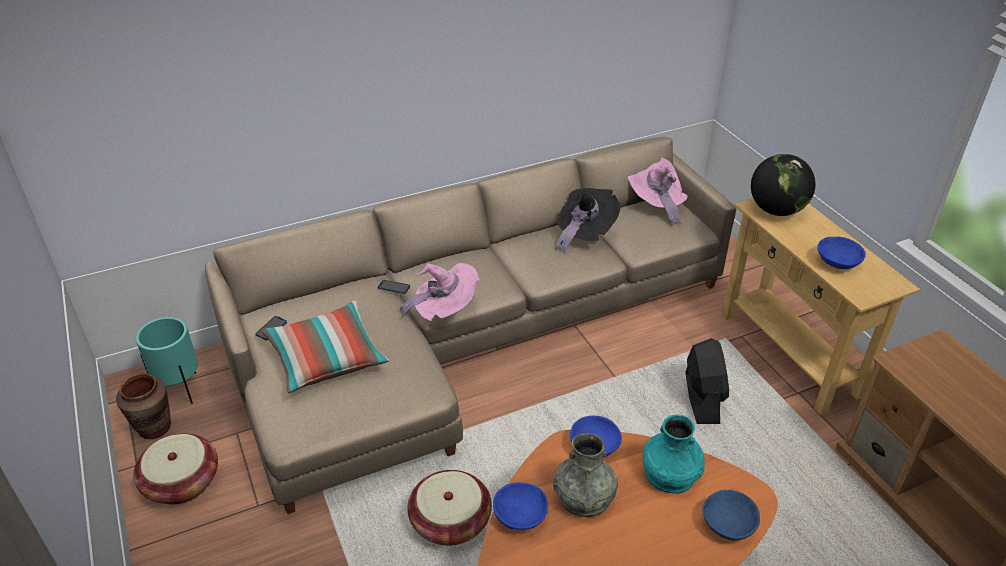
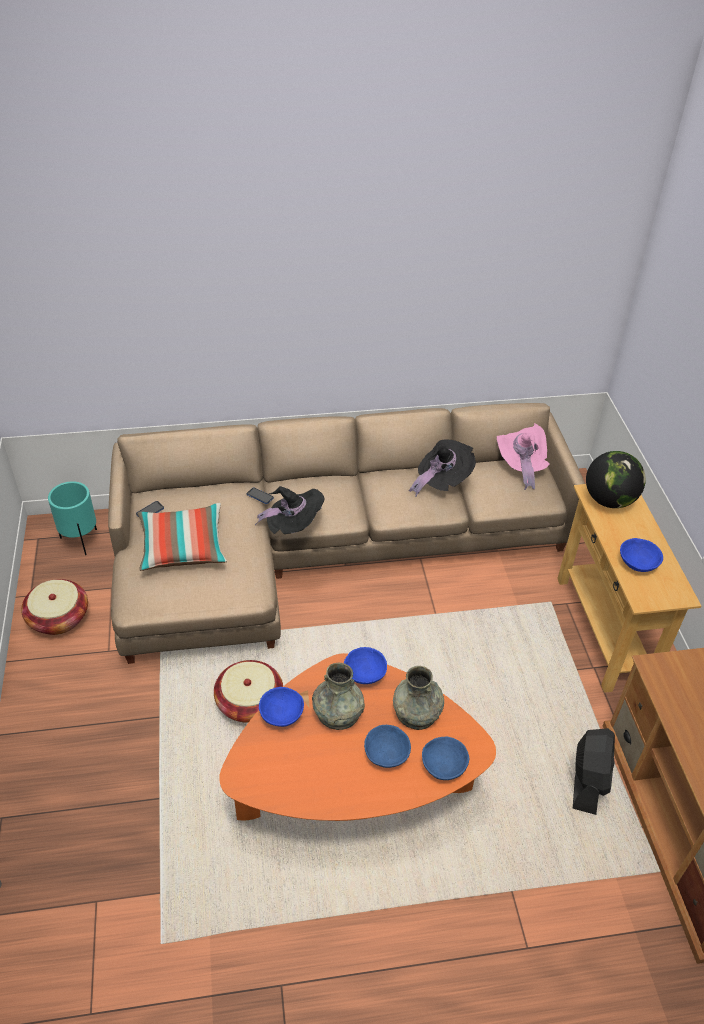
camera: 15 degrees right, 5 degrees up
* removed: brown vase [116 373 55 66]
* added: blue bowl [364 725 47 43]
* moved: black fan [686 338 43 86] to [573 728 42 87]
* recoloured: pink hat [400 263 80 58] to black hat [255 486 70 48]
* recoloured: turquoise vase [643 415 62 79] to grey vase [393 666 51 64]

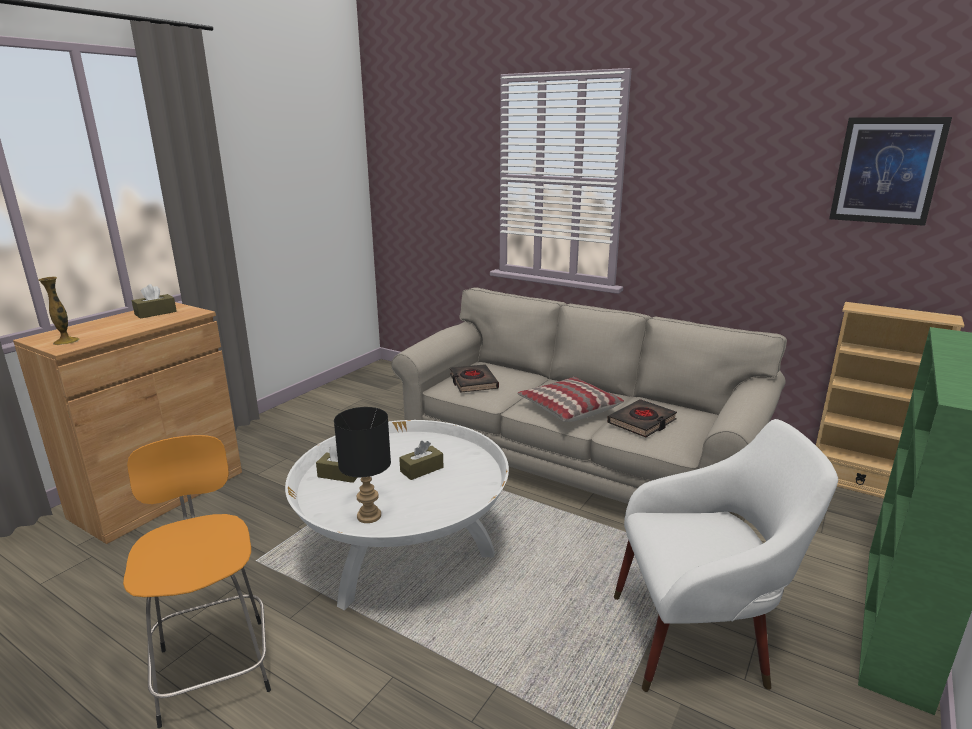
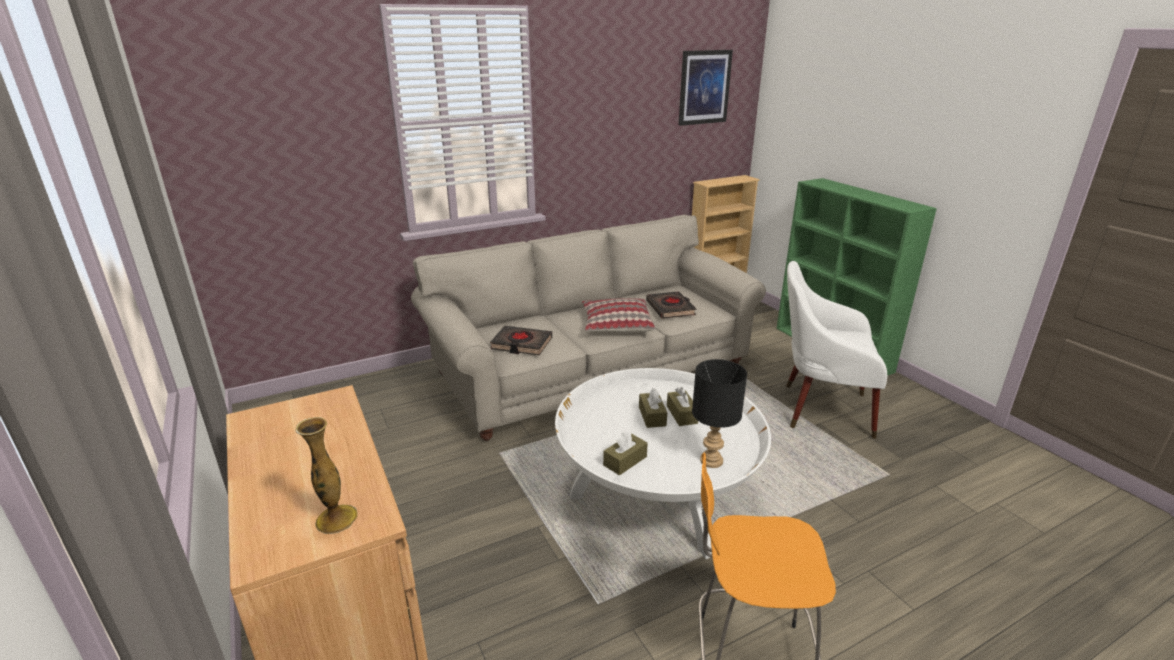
camera: 60 degrees left, 5 degrees up
* moved: brown tissue box [132 284 45 35] to [667 387 31 39]
* turned: white armchair [614 419 224 273] = [786 261 101 178] 105 degrees counterclockwise

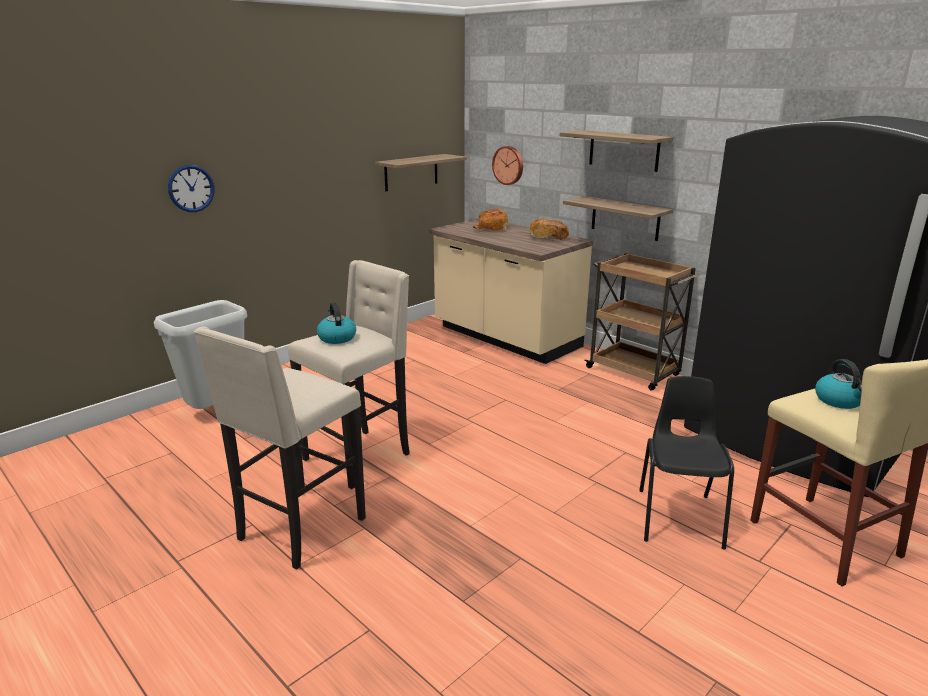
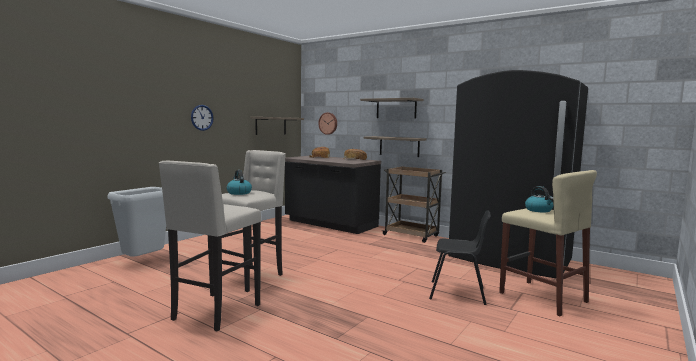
camera: 10 degrees left, 15 degrees down
* moved: wall clock [168 165 46 47] to [191 105 23 26]
* recoloured: beige counter [429 219 164 145] to black counter [285 155 96 79]
* turned: black chair [639 376 95 174] = [429 210 62 95] 105 degrees clockwise

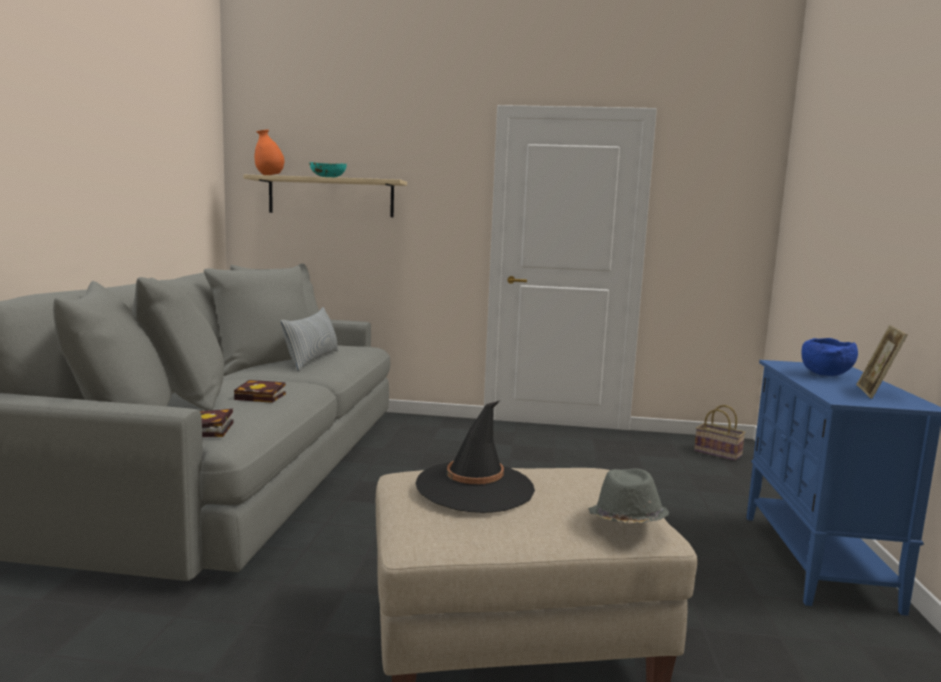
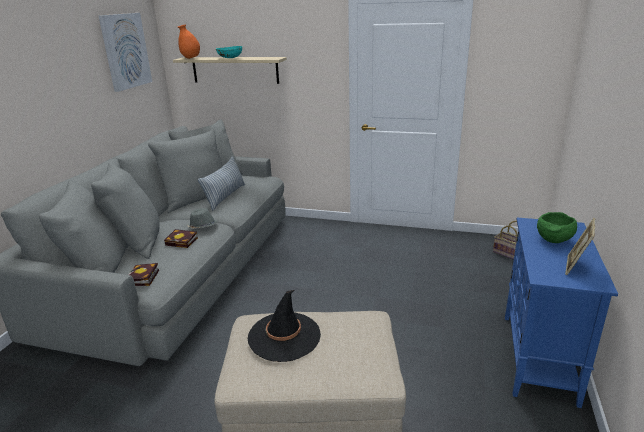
camera: 10 degrees right, 15 degrees up
* added: picture [99 13 53 79]
* moved: grey hat [588 469 81 55] to [187 208 31 21]
* recoloured: blue bowl [801 338 57 38] to green bowl [537 212 40 31]

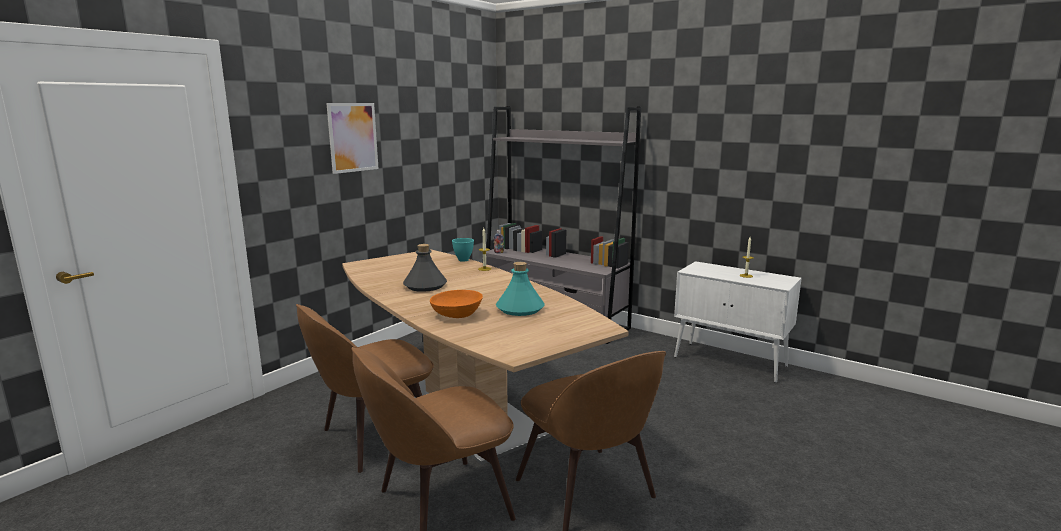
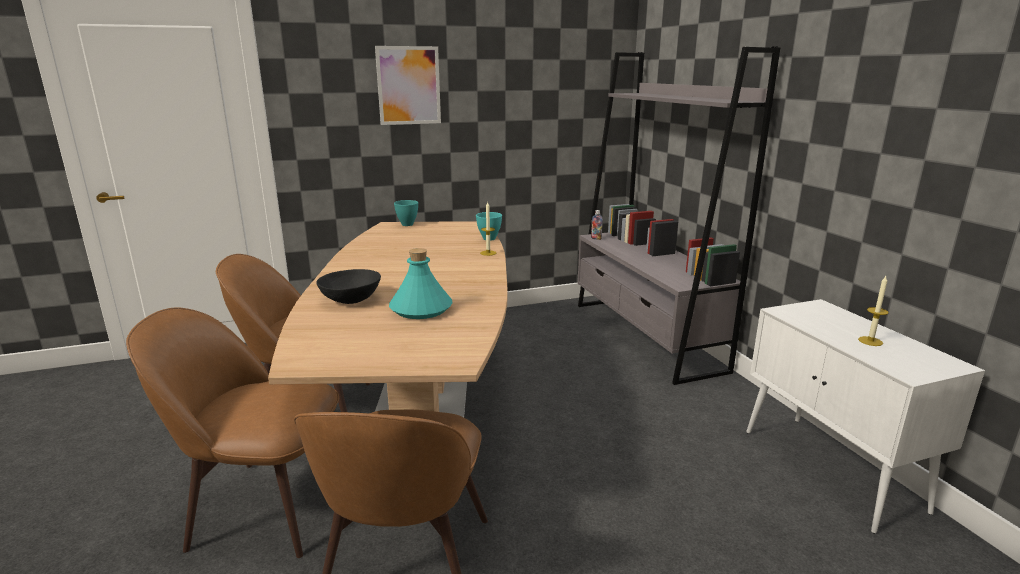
camera: 35 degrees right, 5 degrees up
* removed: grey bottle [403 244 44 48]
* added: turquoise bowl [394 200 24 26]
* recoloured: orange bowl [430 290 53 28] to black bowl [316 269 65 35]

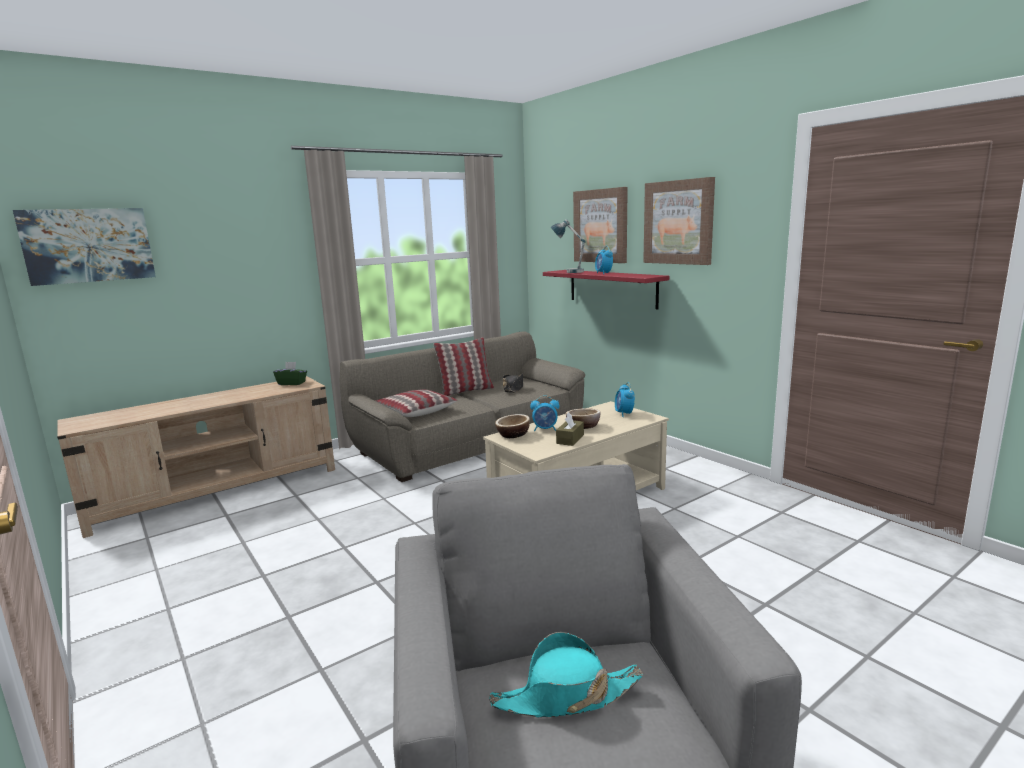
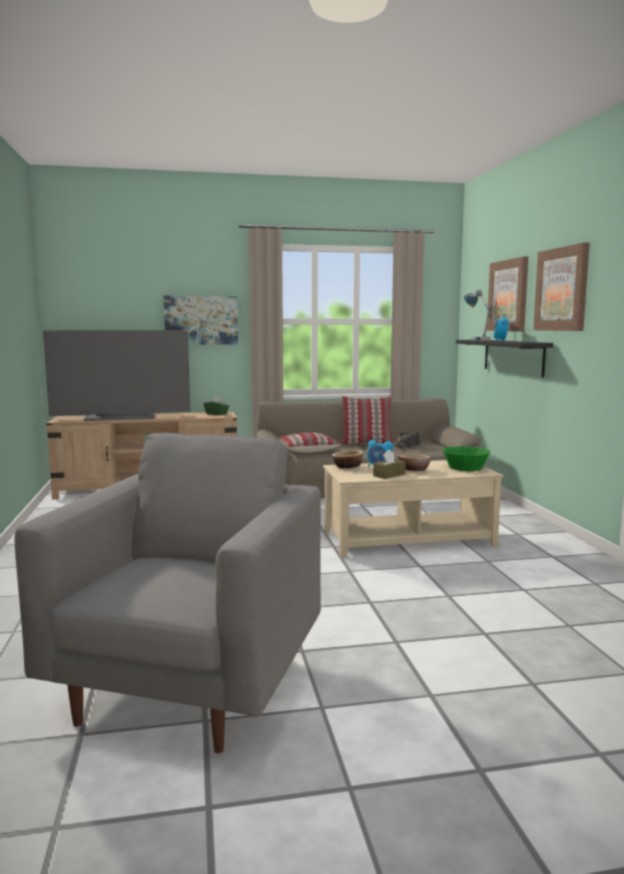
camera: 25 degrees right, 5 degrees down
* removed: turquoise hat [489 632 154 86]
* added: television [43 330 147 91]
* moved: picture [13 208 143 78] to [163 295 75 50]
* replaced: alarm clock [615 382 20 35] to green bowl [442 446 49 25]
* recoloured: red shelf [543 270 126 40] to black shelf [456 340 97 38]

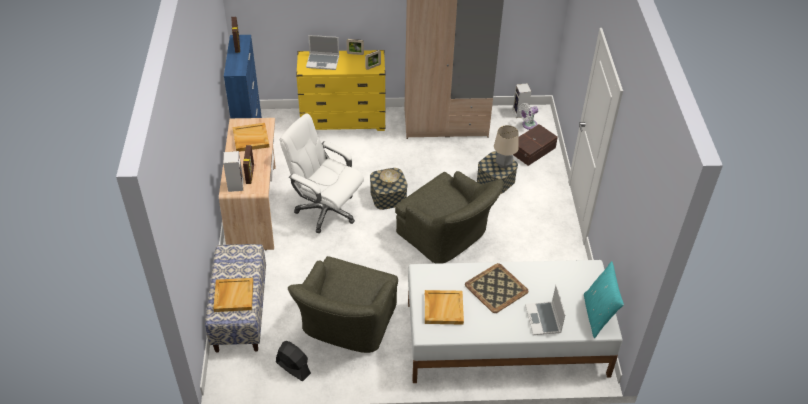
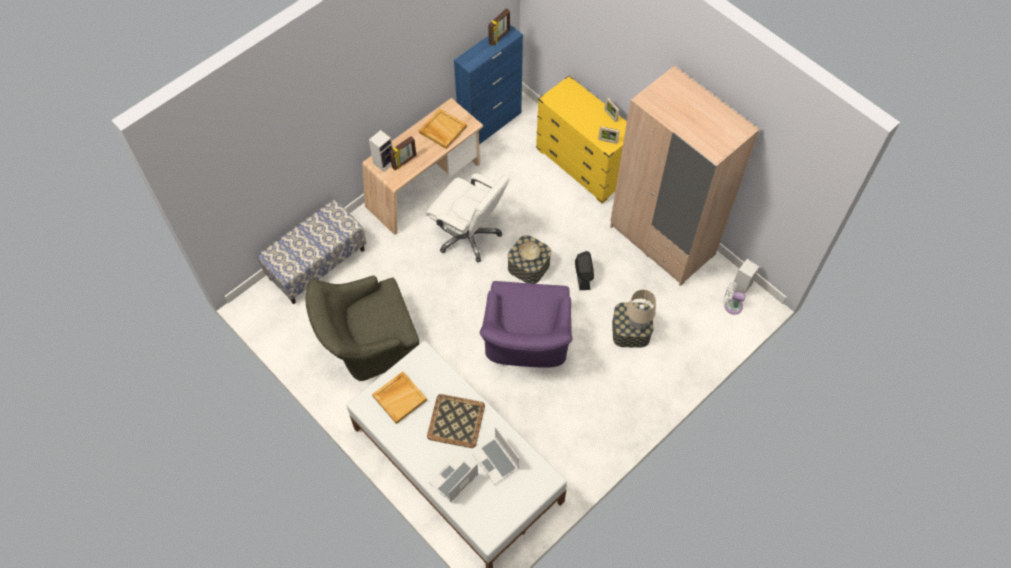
camera: 50 degrees right, 15 degrees up
* removed: beige tray [213 278 40 34]
* removed: brown storage box [513 124 45 42]
* removed: turquoise pillow [584 261 40 77]
* moved: black fan [276 341 35 40] to [575 251 19 39]
* moved: laptop [306 35 33 35] to [472 427 47 58]
* recoloured: green armchair [395 171 109 93] to purple armchair [479 281 93 86]
* turned: white office chair [280 113 84 120] = [426 173 84 90] 135 degrees clockwise

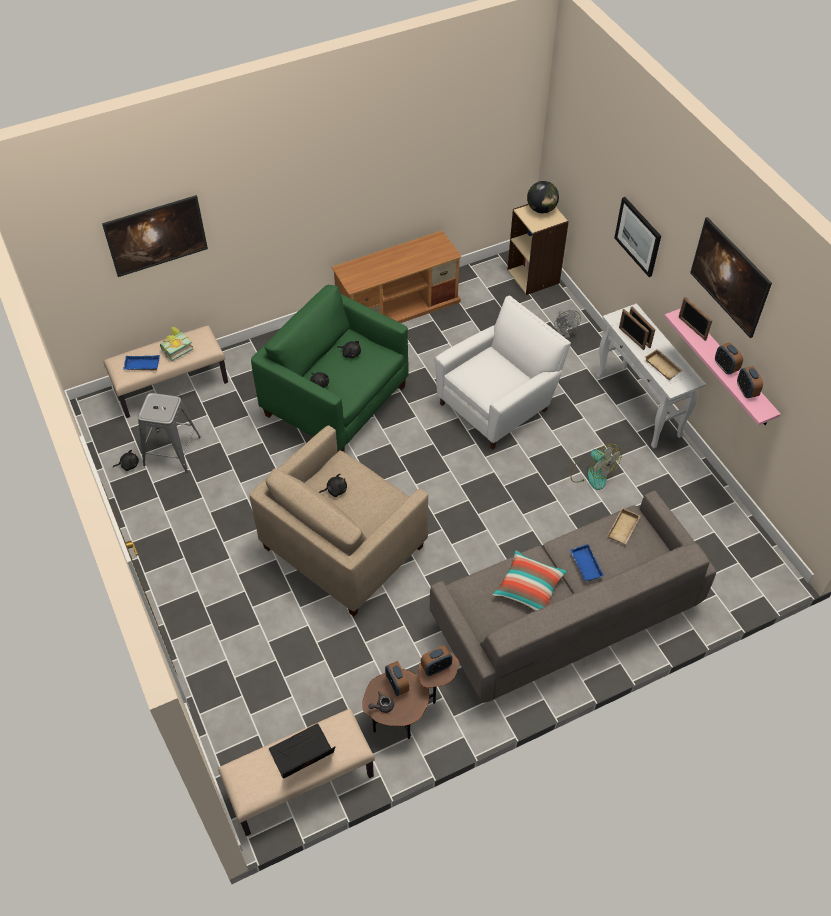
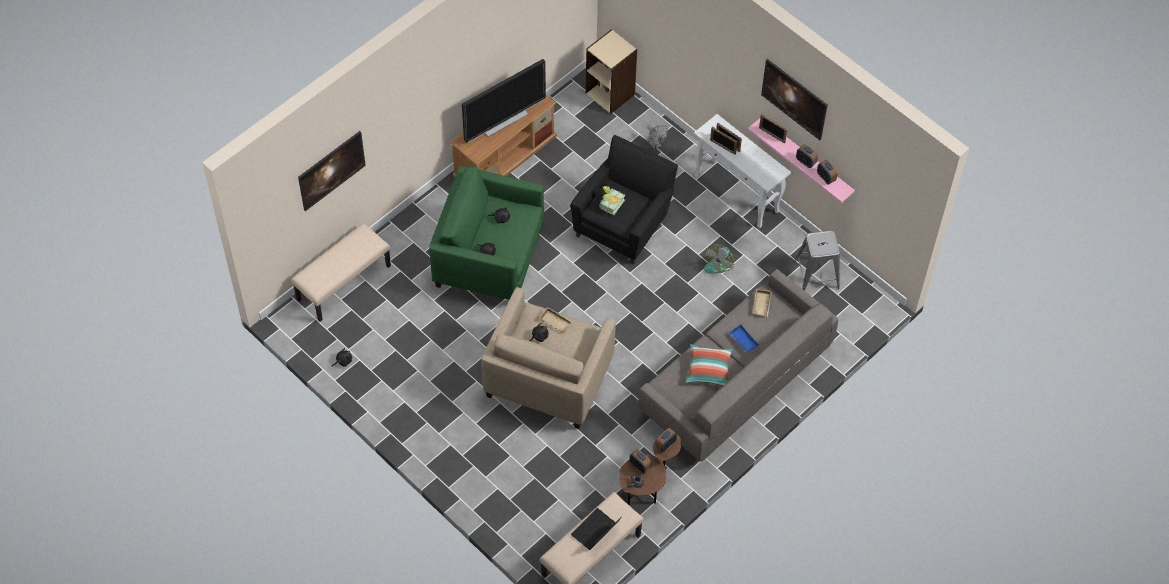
camera: 20 degrees left, 5 degrees up
* removed: blue tray [123 355 37 15]
* removed: globe [527 181 32 32]
* removed: picture [614 197 47 80]
* added: television [462 59 84 84]
* moved: grey stool [138 393 63 79] to [794 230 46 61]
* moved: book [160 327 33 34] to [599 186 26 29]
* moved: beige tray [645 349 38 31] to [539 307 34 26]
* recoloured: white armchair [434 296 137 154] to black armchair [570 135 108 130]
* turned: fan [570 444 52 46] = [704 244 30 29] 90 degrees clockwise

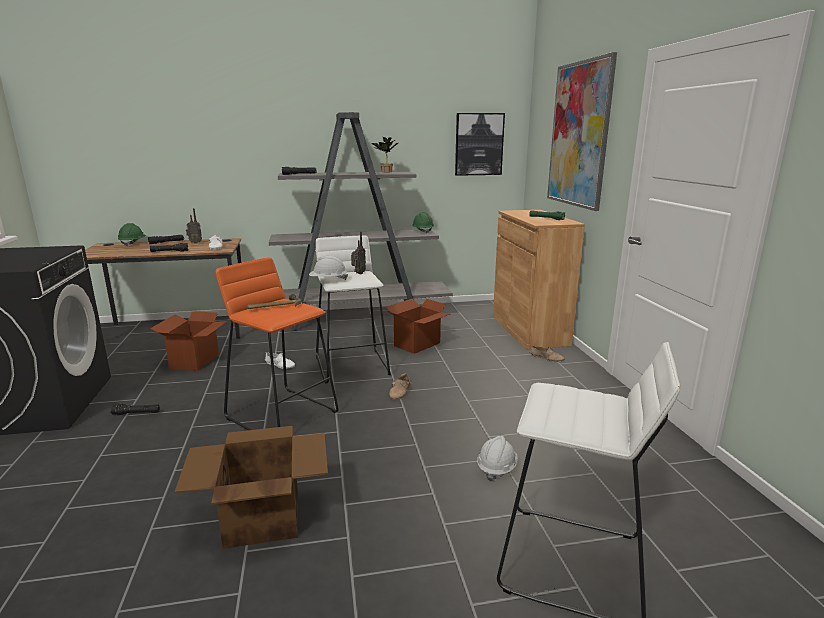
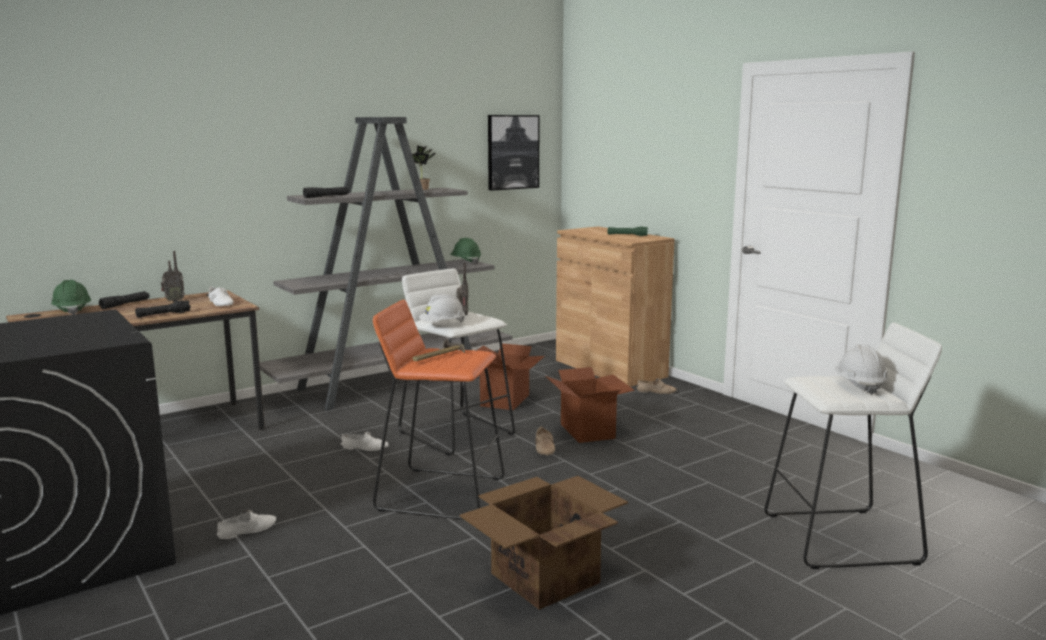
camera: 25 degrees left, 5 degrees down
* removed: picture [547 52 70 159]
* moved: cardboard box [150 311 78 60] to [546 367 89 76]
* moved: white hard hat [477 436 41 46] to [835 345 53 50]
* replaced: black flashlight [110 404 50 11] to white shoe [217 510 59 29]

